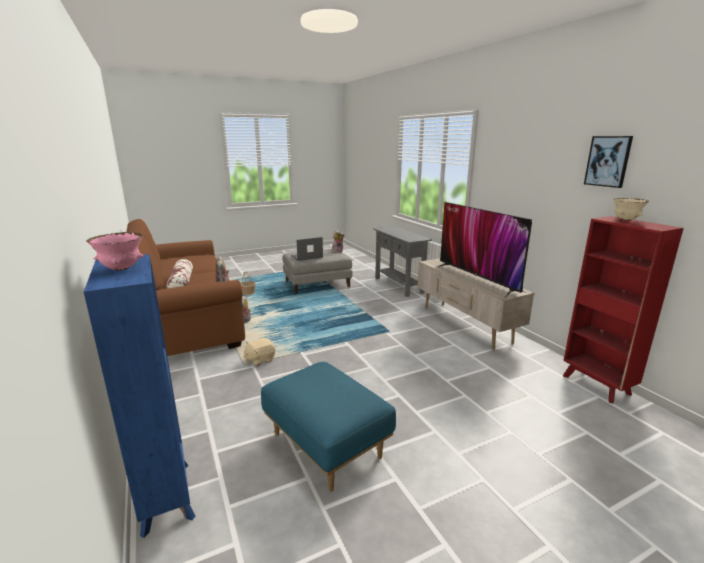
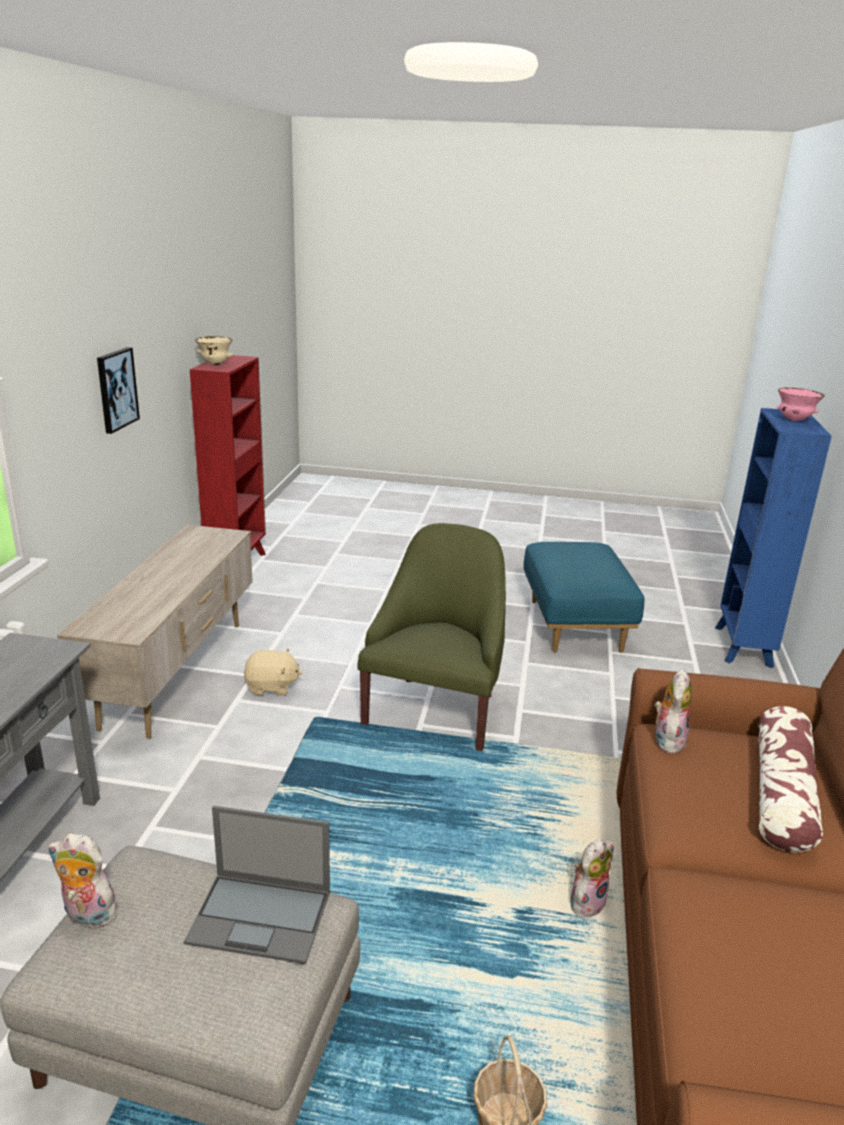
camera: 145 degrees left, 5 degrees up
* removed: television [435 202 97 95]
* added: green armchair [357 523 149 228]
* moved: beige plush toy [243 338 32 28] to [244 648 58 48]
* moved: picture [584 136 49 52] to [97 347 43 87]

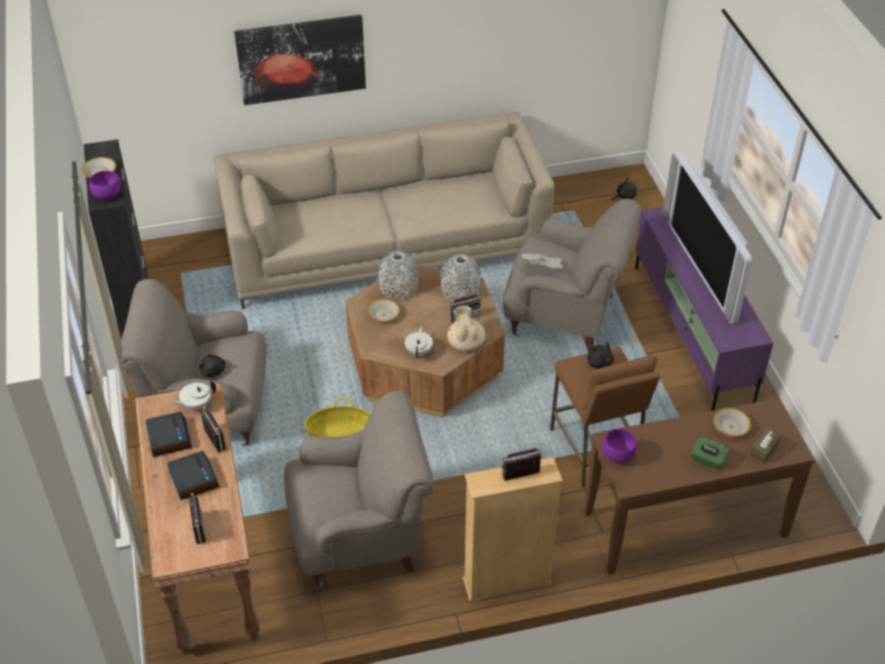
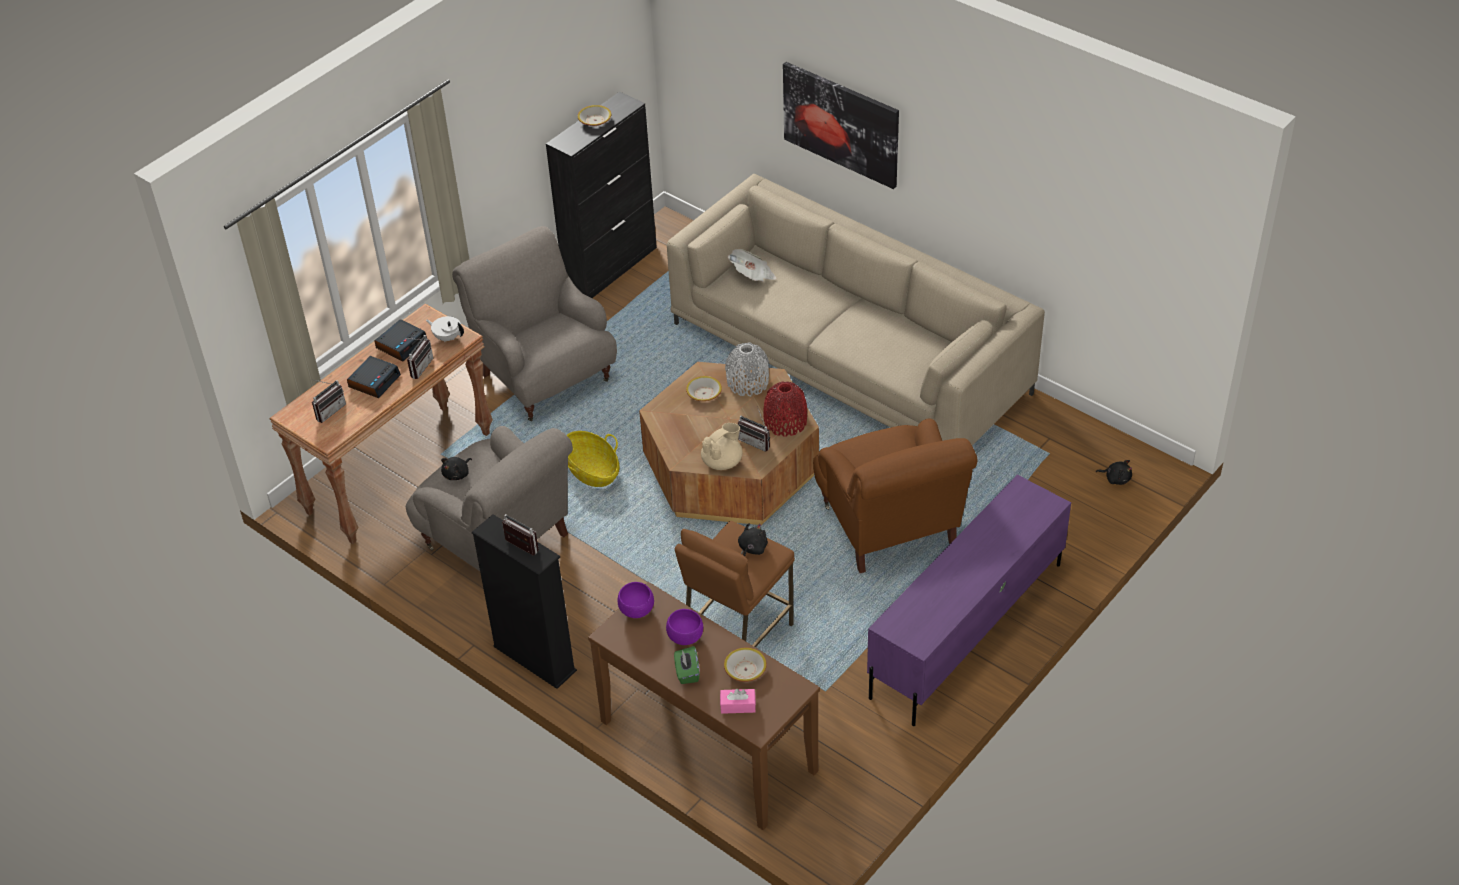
camera: 55 degrees right, 0 degrees up
* removed: white teapot [405 327 28 31]
* removed: television [663 151 89 172]
* moved: purple bowl [89 171 32 29] to [666 609 37 36]
* moved: black plush toy [199 354 26 23] to [441 457 31 23]
* moved: newspaper [521 253 43 16] to [728 249 49 33]
* recoloured: grey vase [440 254 41 48] to red vase [763 382 44 55]
* recoloured: beige bookcase [463 457 100 144] to black bookcase [472 514 105 175]
* recoloured: grey armchair [503 199 138 153] to brown armchair [813 418 164 155]
* recoloured: brown tissue box [750 429 30 34] to pink tissue box [720 689 36 25]

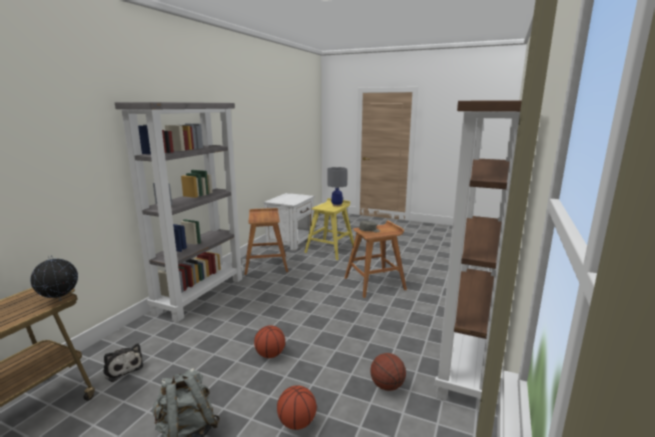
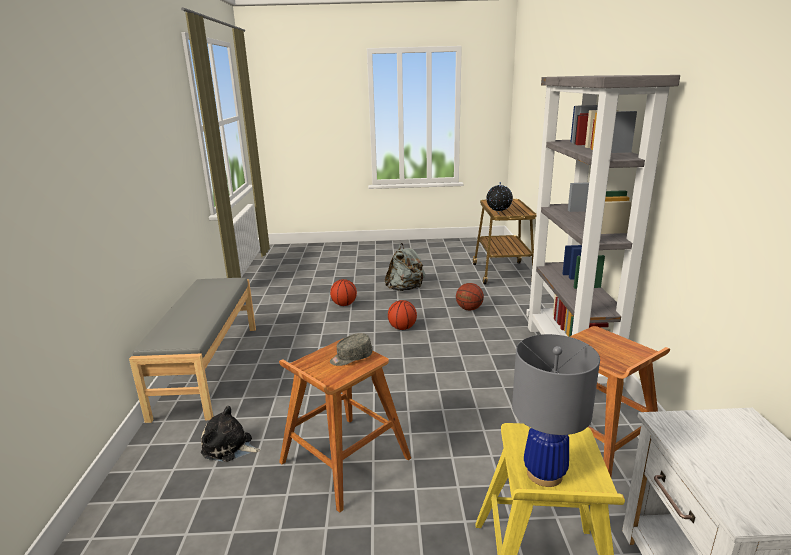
camera: 155 degrees right, 5 degrees up
* moved: plush toy [103 343 41 39] to [201 406 60 56]
* moved: basketball [370 353 36 38] to [456 283 28 28]
* replaced: brown bookcase [435 100 87 311] to grey bench [129 278 127 145]

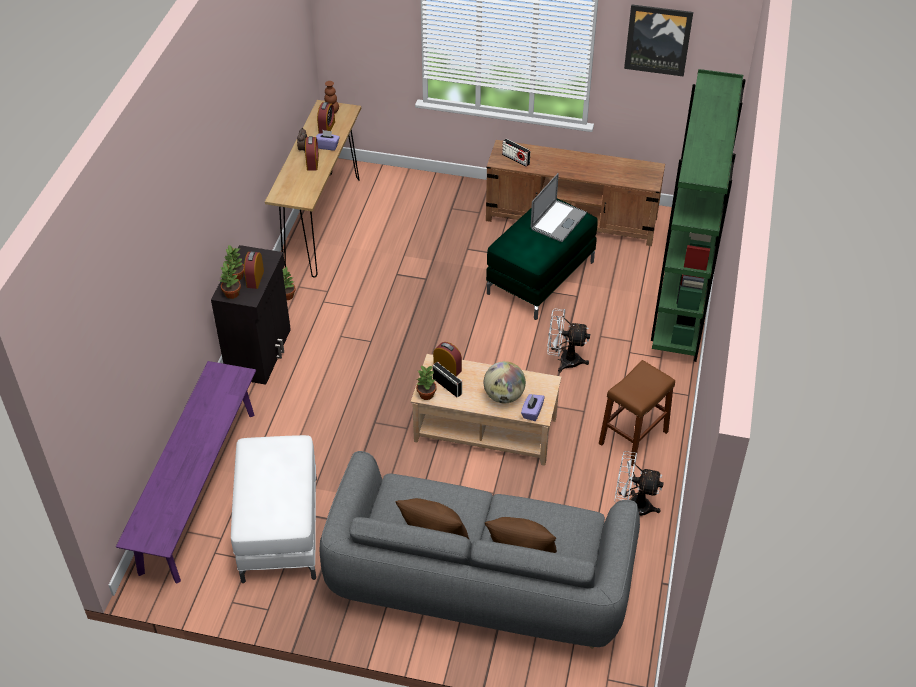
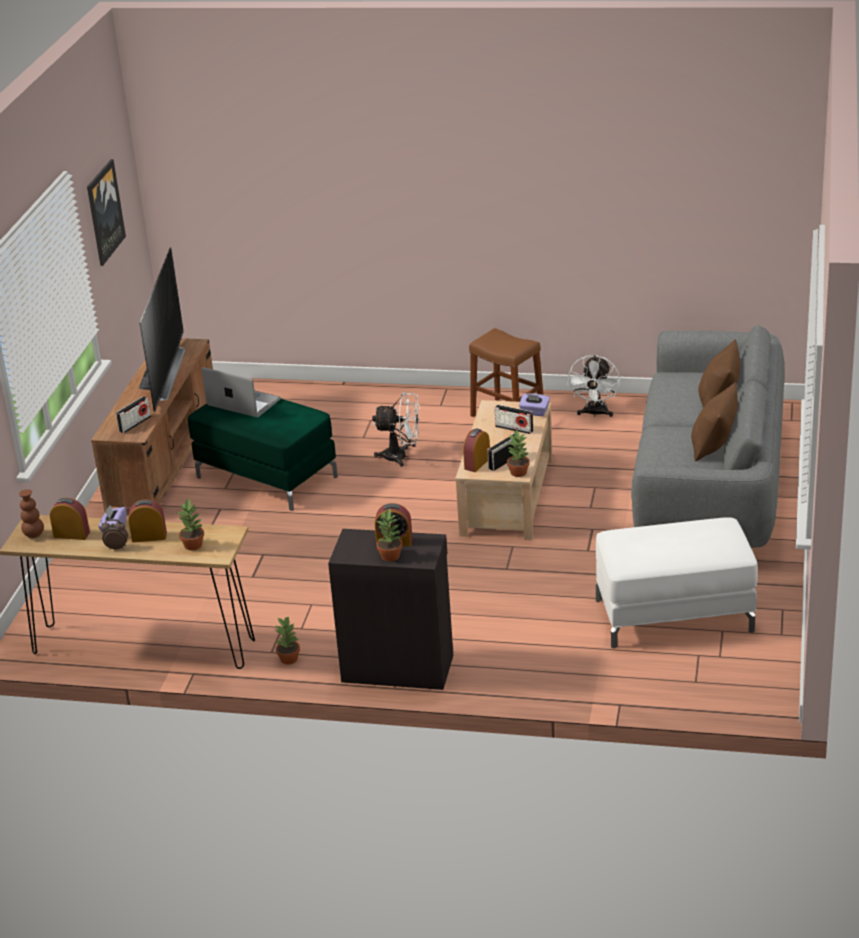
camera: 90 degrees left, 15 degrees down
* removed: purple bench [116 361 140 223]
* removed: green bookcase [651 69 95 293]
* added: television [139 247 47 165]
* moved: potted plant [219 262 22 37] to [177 499 27 52]
* replaced: globe [484 361 42 42] to radio [494 405 39 29]
* turned: white fan [547 309 43 63] = [372 392 48 75] 90 degrees counterclockwise

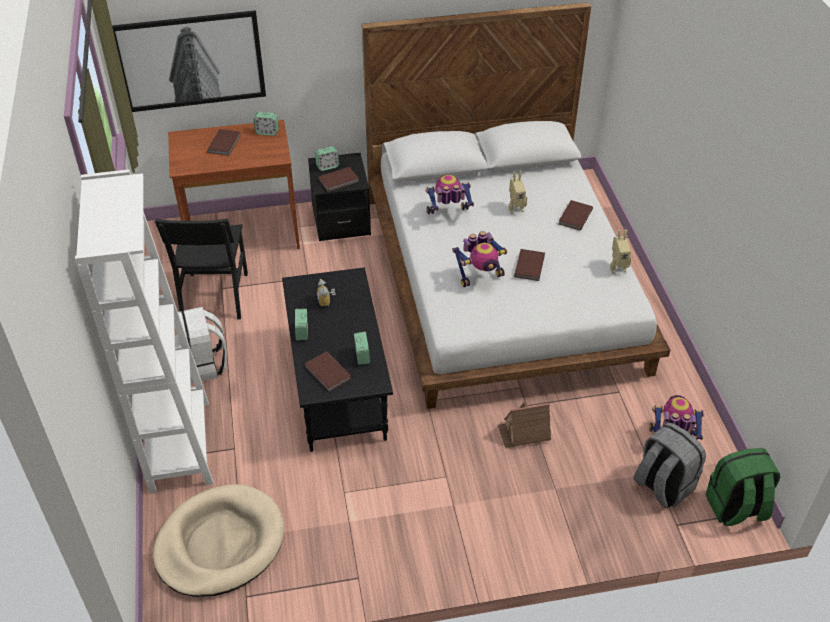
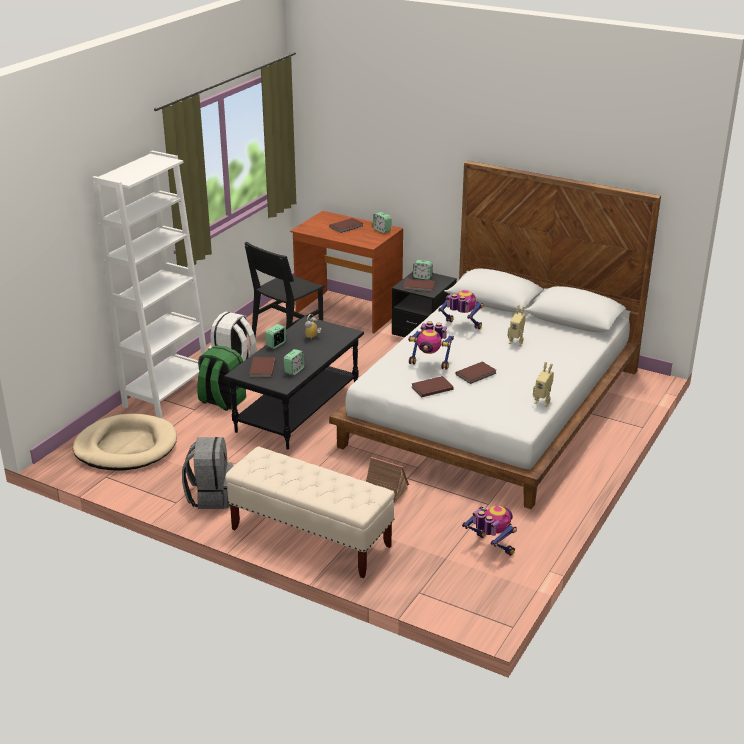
camera: 40 degrees right, 15 degrees down
* removed: picture [112 10 154 102]
* added: beige bench [225 446 170 132]
* moved: brown book [559 200 34 31] to [411 376 43 21]
* moved: grey backpack [633 422 73 86] to [182 437 51 72]
* moved: green backpack [706 448 74 78] to [197 346 49 65]

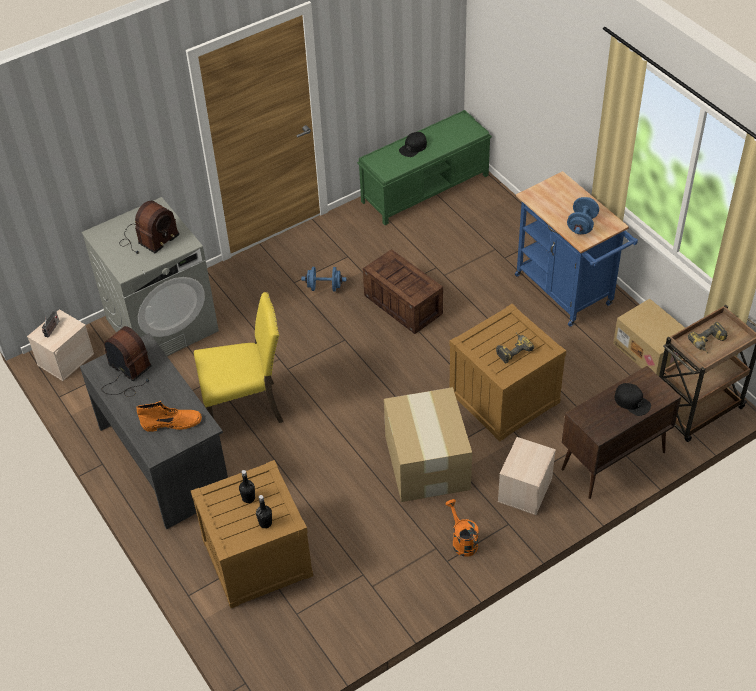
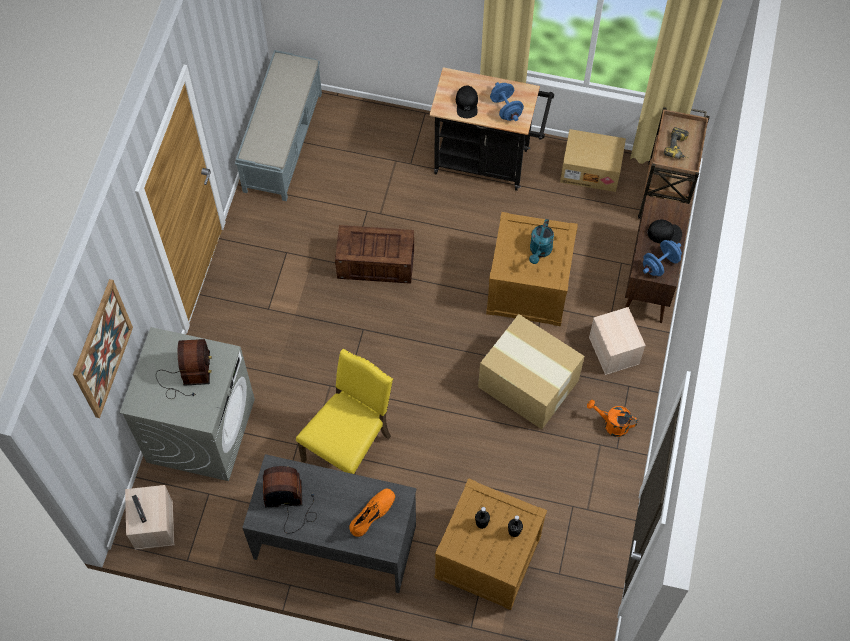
camera: 45 degrees left, 15 degrees up
* added: picture [73 279 60 139]
* moved: blue dumbbell [301 267 45 24] to [643 240 39 36]
* moved: black cap [399 132 28 25] to [456 85 22 33]
* replaced: power drill [496 333 38 30] to turquoise watering can [529 219 25 45]
* recoloured: green bench [357 110 135 115] to grey bench [235 50 87 151]
* recoloured: blue cart [515 171 123 156] to black cart [429 67 125 124]

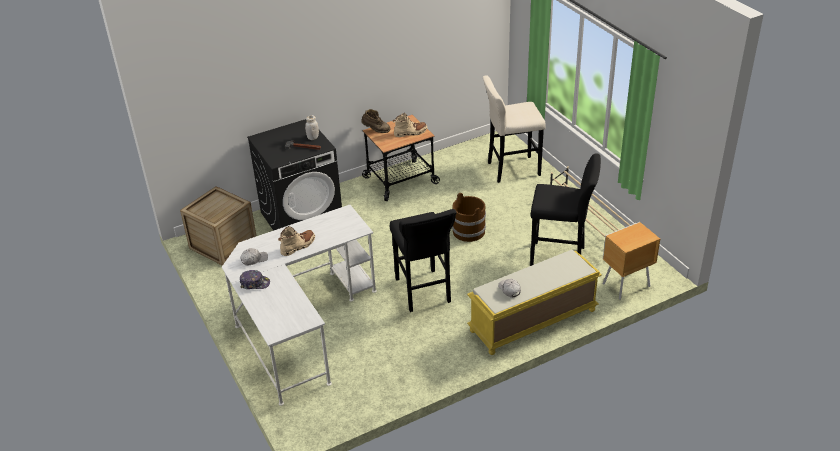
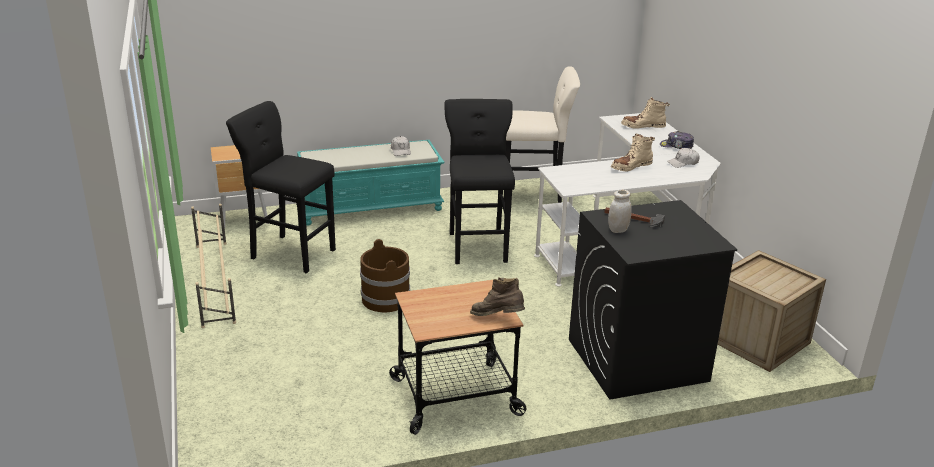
camera: 170 degrees left, 10 degrees down
* moved: beige boot [392 113 36 24] to [621 97 49 32]
* moved: beige stool [483 76 63 107] to [504 66 76 137]
* recoloured: yellow bench [467 250 135 105] to turquoise bench [297 140 148 86]

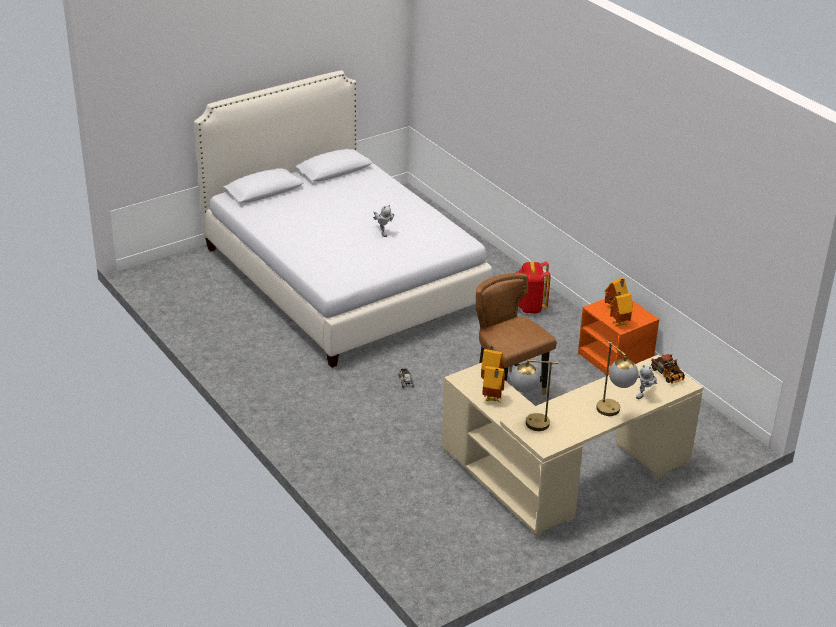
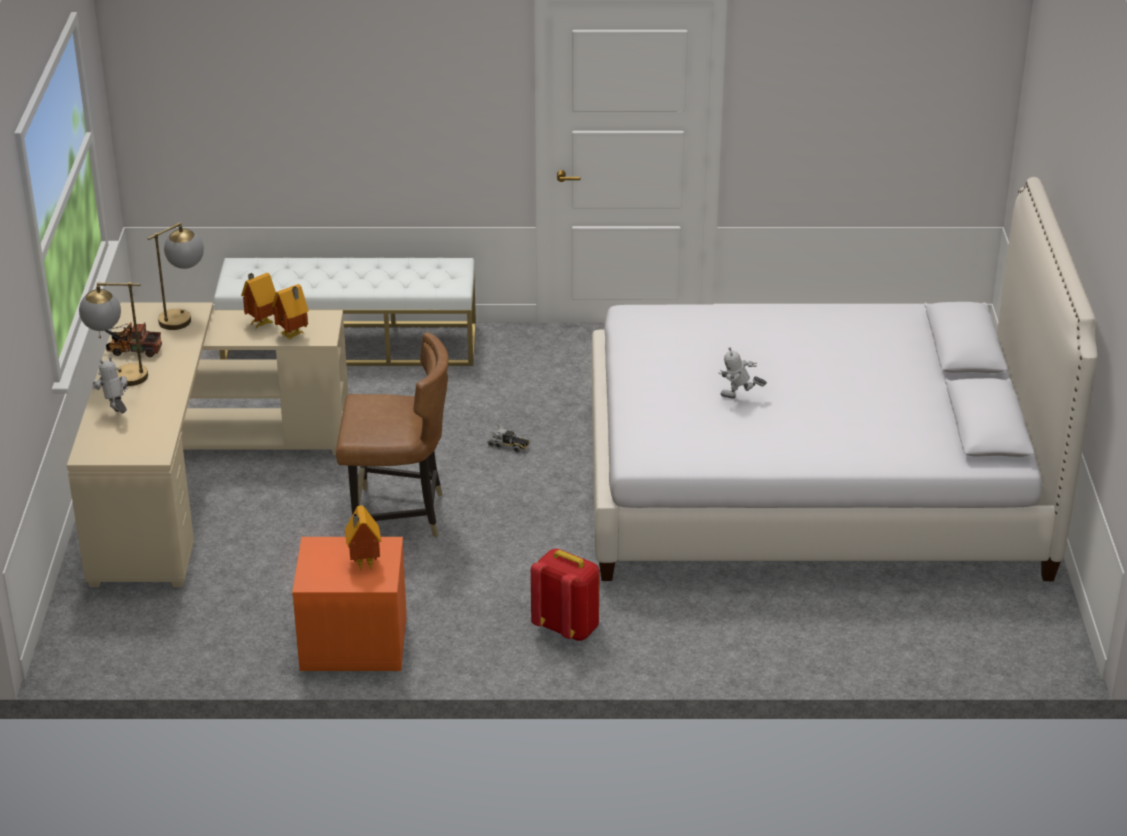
camera: 125 degrees right, 0 degrees up
* removed: toy house [610 292 23 35]
* added: white bench [214 258 262 108]
* moved: toy truck [651 354 34 30] to [99 322 63 35]

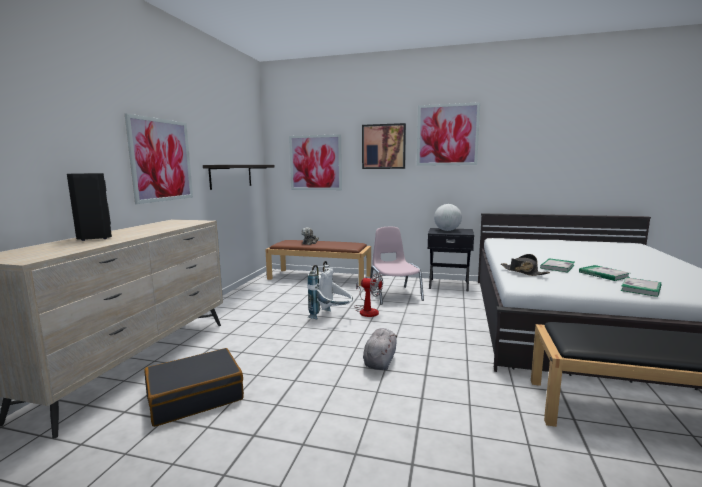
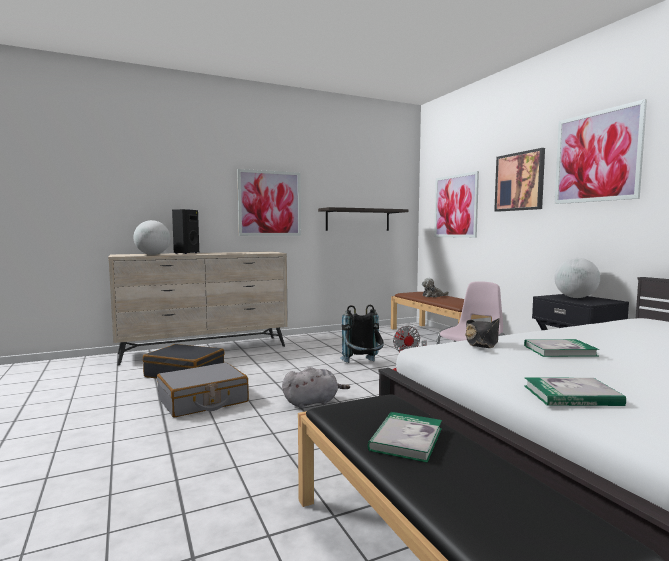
camera: 50 degrees right, 5 degrees down
* added: globe [134 220 37 35]
* added: grey suitcase [157 363 92 54]
* moved: book [579 265 50 16] to [368 412 74 51]
* recoloured: white backpack [307 261 46 59] to black backpack [340 305 44 58]

